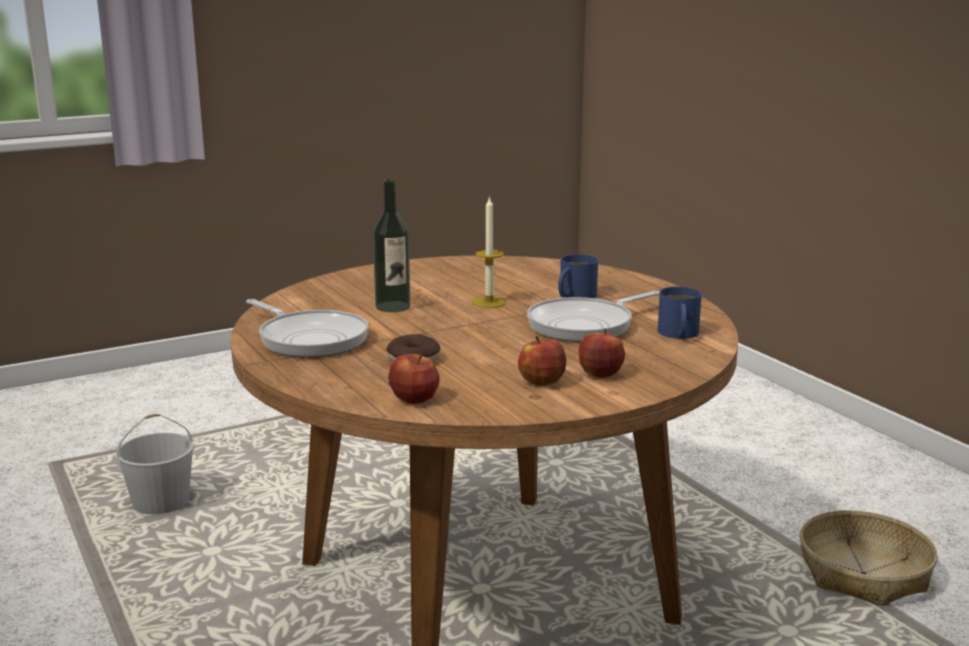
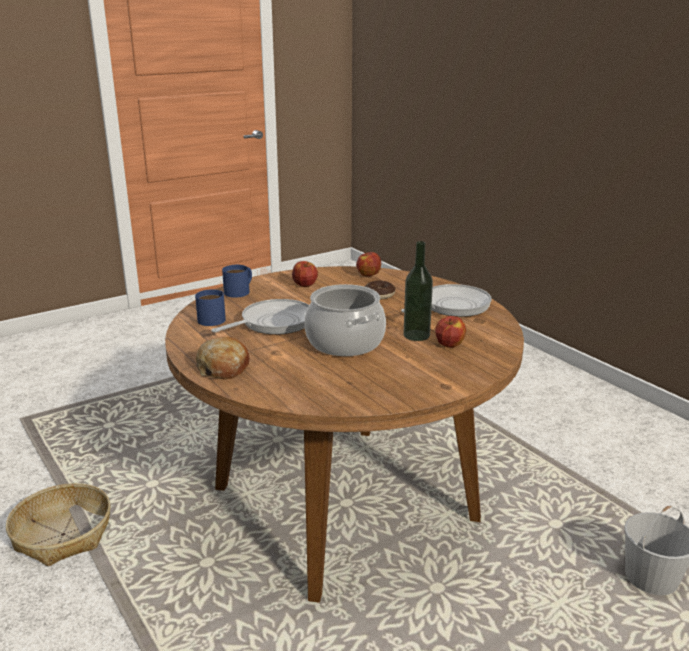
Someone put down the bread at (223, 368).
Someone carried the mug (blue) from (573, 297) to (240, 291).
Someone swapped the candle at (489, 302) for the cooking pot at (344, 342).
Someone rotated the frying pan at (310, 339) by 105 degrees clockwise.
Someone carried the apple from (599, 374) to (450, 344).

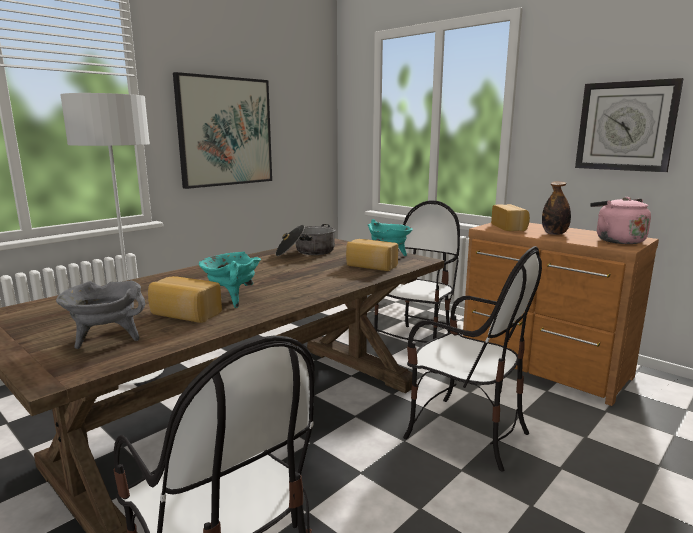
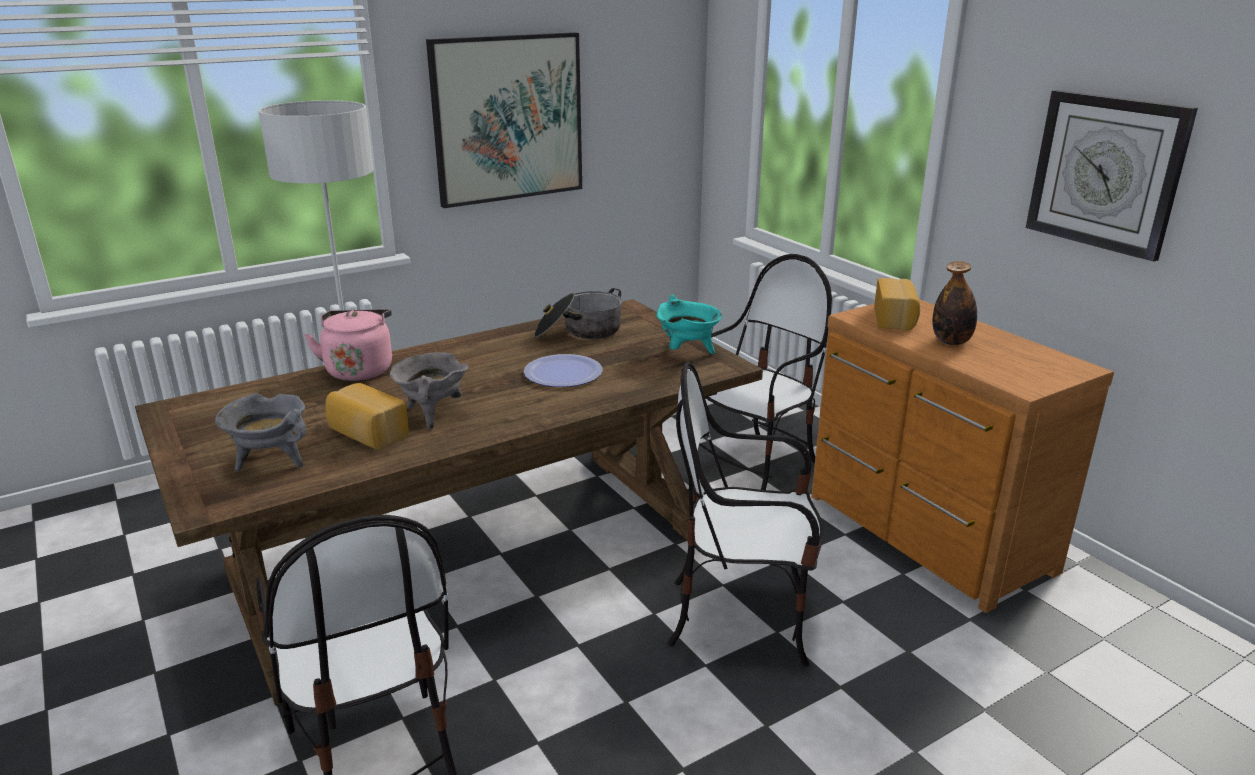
Someone carried the kettle (pink) from (616, 240) to (359, 369).
Someone repainted the cooking pot (turquoise) at (231, 299), which became the cooking pot (grey) at (432, 414).
Someone put down the plate at (563, 373).
Someone rotated the chair at (465, 433) by 135 degrees clockwise.
Someone took away the bread at (371, 266).

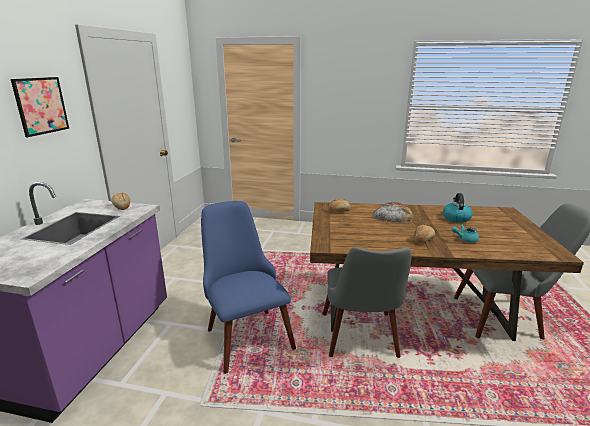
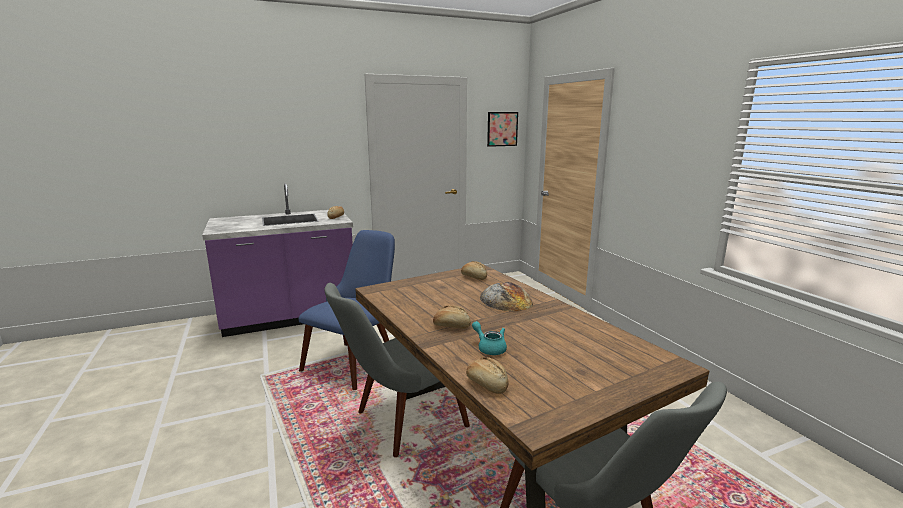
Someone put down the bread at (487, 384).
Someone carried the picture from (41, 106) to (502, 129).
Someone took away the kettle at (456, 218).

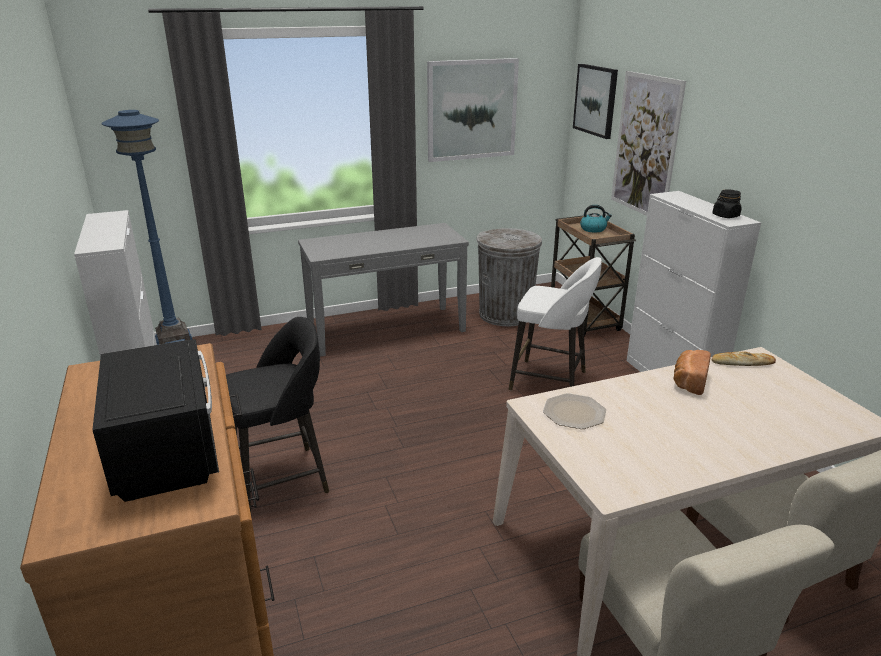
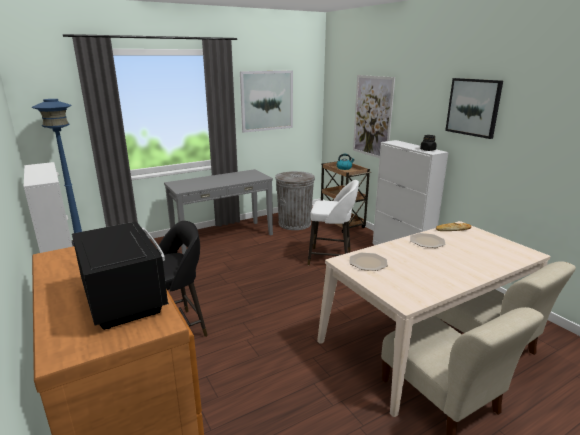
Someone swapped the bread at (688, 382) for the plate at (427, 241).
Someone carried the picture from (596, 100) to (473, 107).

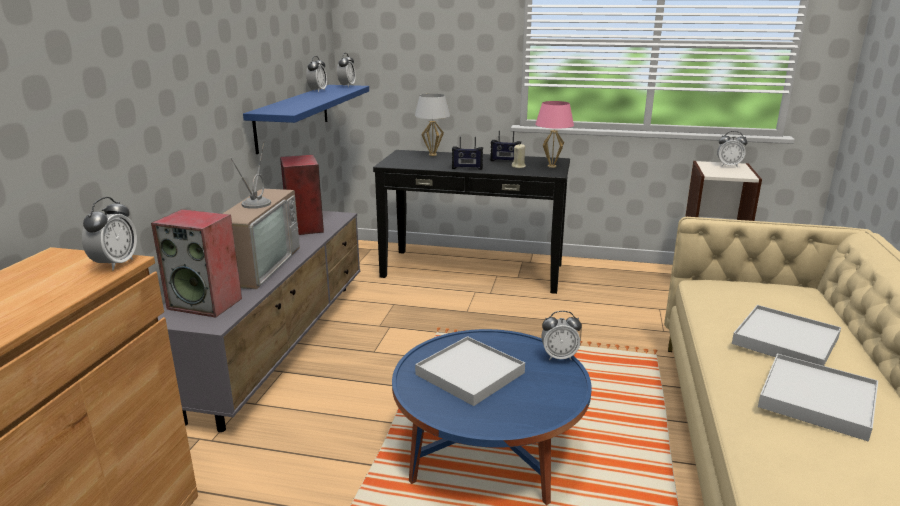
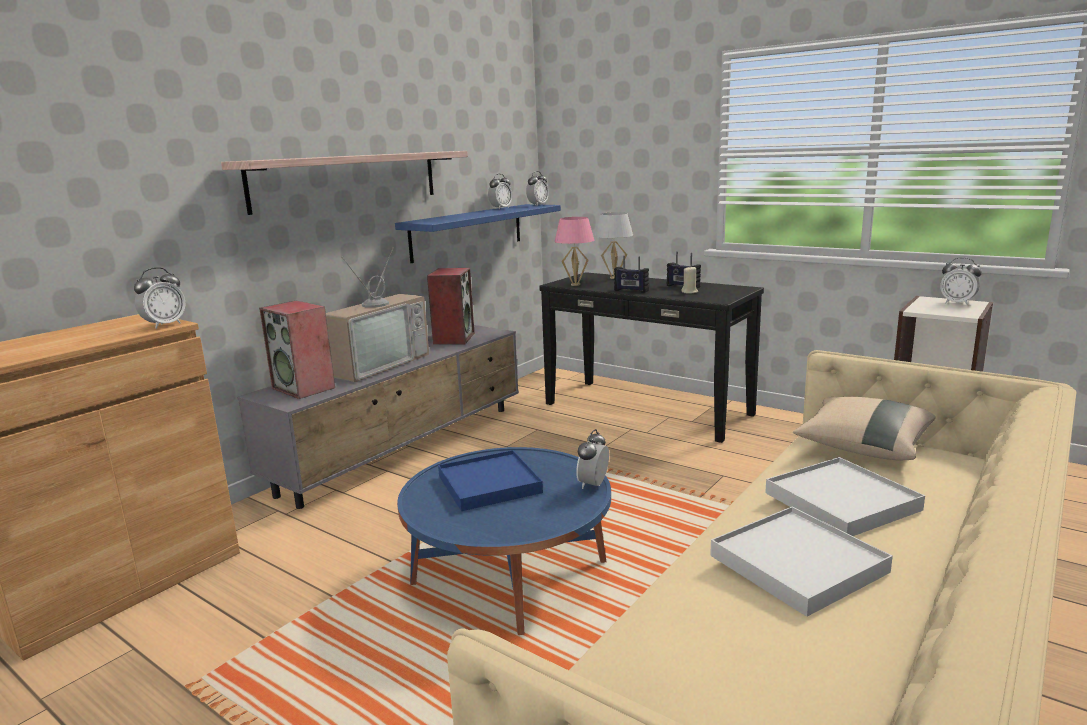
Someone put up the shelf at (348, 180).
Someone repainted the tray (white) at (470, 374), which became the tray (blue) at (489, 484).
Someone carried the table lamp (pink) from (551, 166) to (575, 284).
Someone rotated the alarm clock at (559, 357) by 90 degrees clockwise.
Someone put down the pillow (beige) at (863, 446).

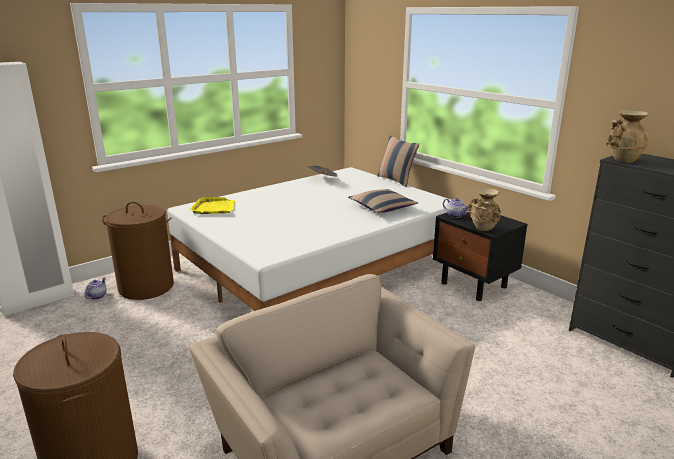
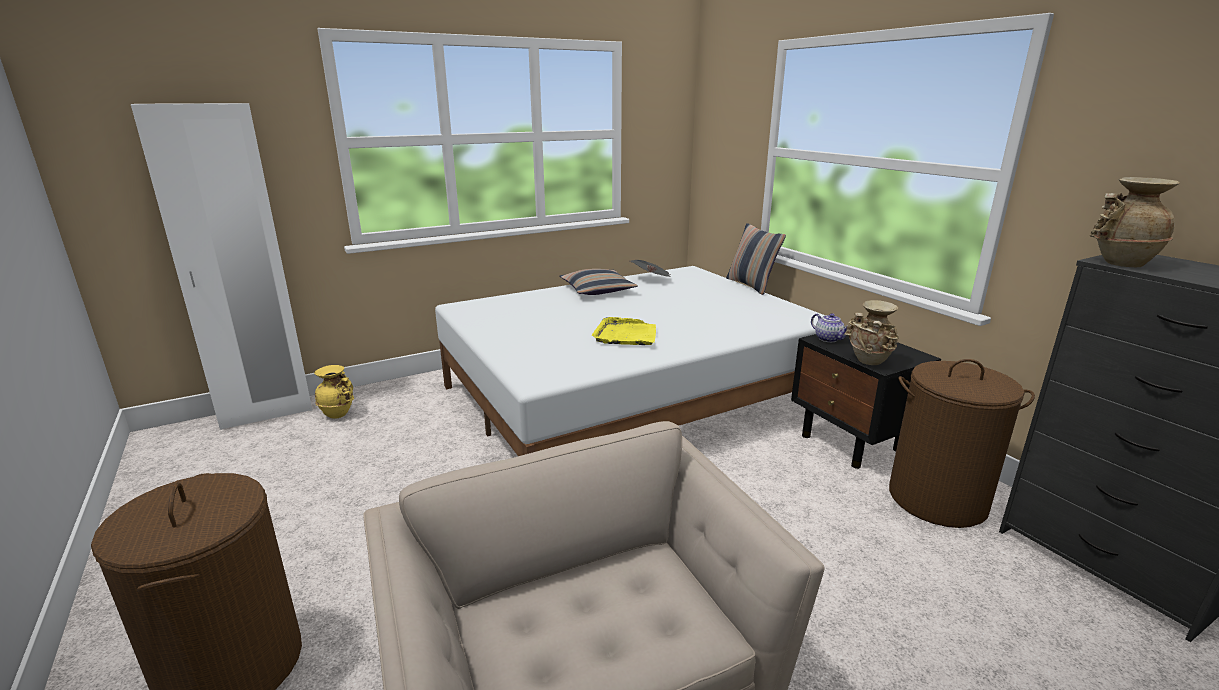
Someone swapped the teapot at (97, 296) for the vase (yellow) at (339, 413).
Someone carried the pillow from (382, 207) to (597, 290).
Someone carried the tray (yellow) from (214, 208) to (626, 335).
Someone carried the laundry basket (brown) from (146, 287) to (937, 499).

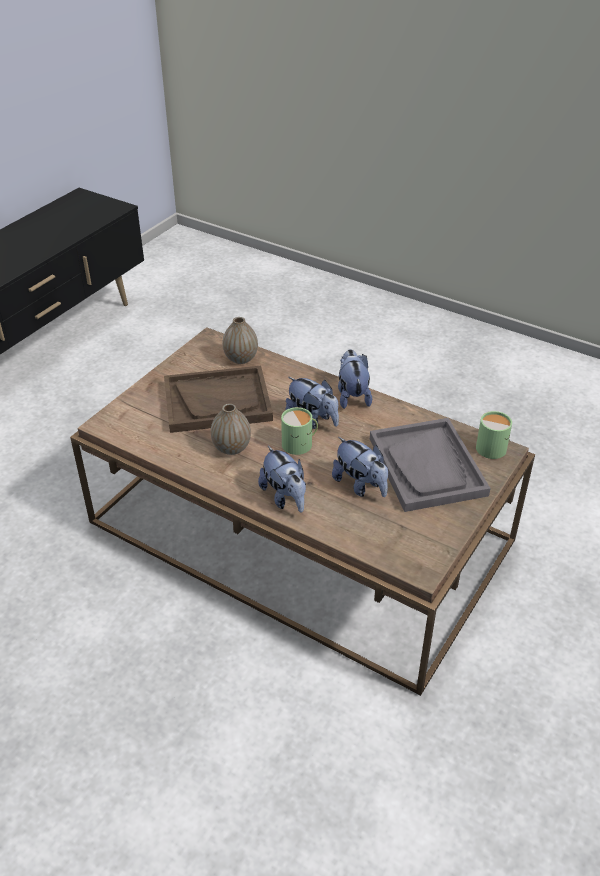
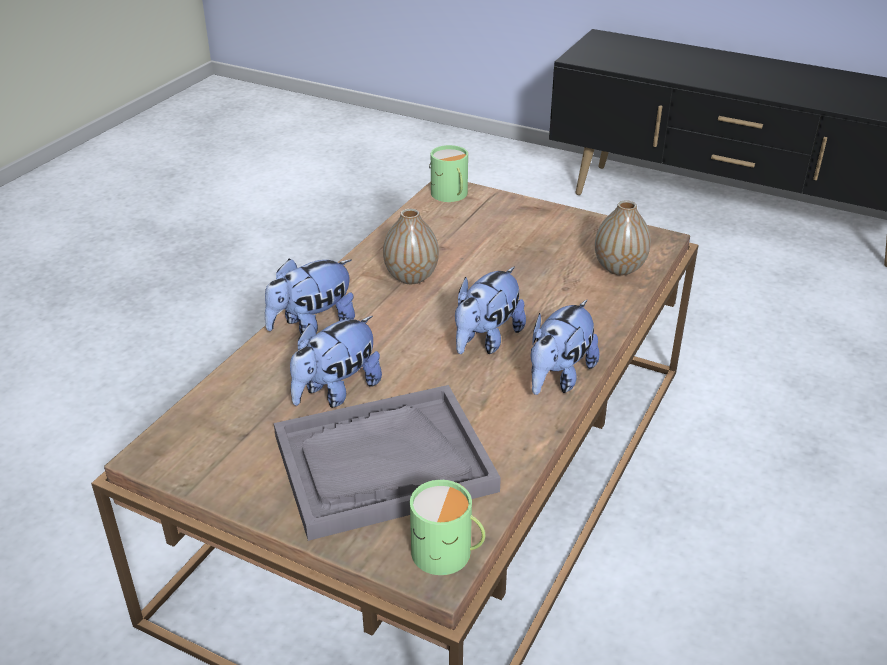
Someone carried the mug (green) from (300, 444) to (450, 195).
Someone rotated the plush toy at (352, 396) by 135 degrees clockwise.
Someone took away the tray (brown) at (217, 401).

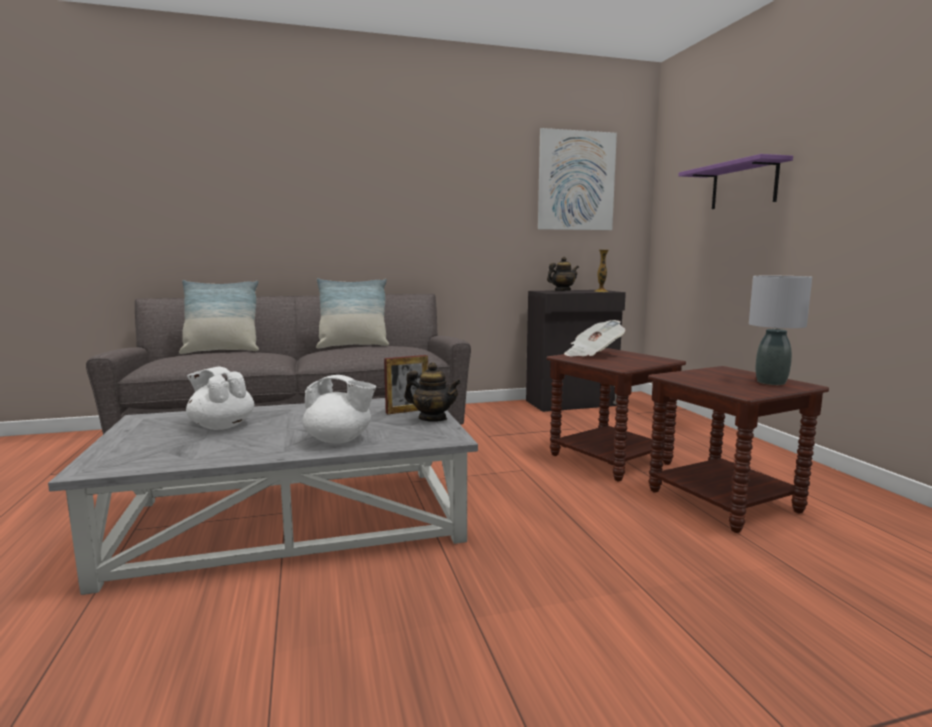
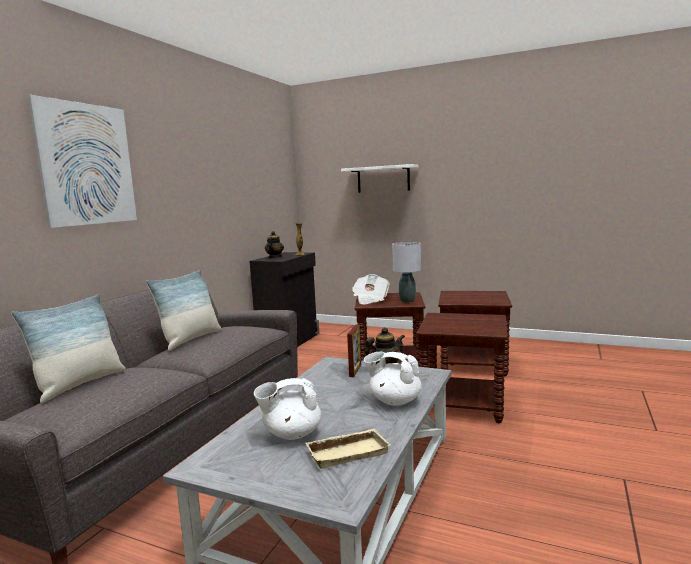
Someone carried the picture from (576, 181) to (87, 164).
Someone put down the tray (beige) at (348, 452).
Someone repainted the shelf (purple) at (744, 185), which became the shelf (white) at (383, 179).
Someone rotated the teapot (white) at (339, 440) by 120 degrees counterclockwise.
Someone carried the table lamp (grey) from (770, 382) to (407, 301).
Someone put down the side table (brown) at (463, 405).

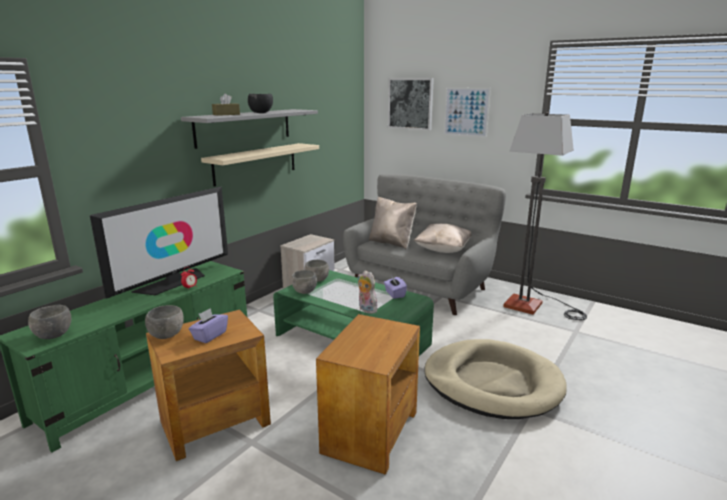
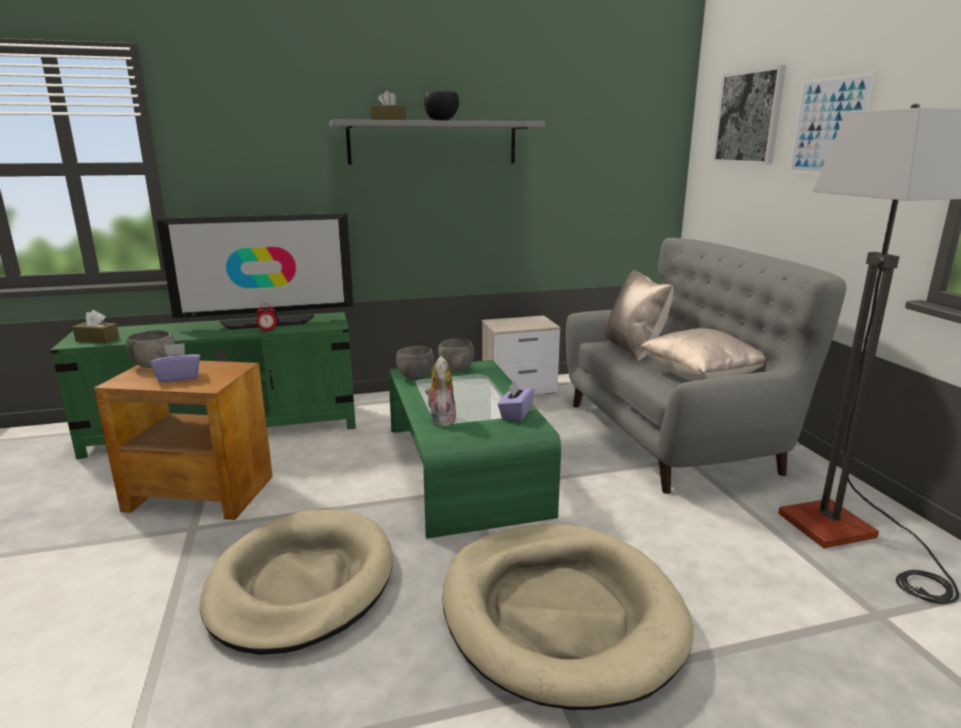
Someone swapped the bowl (grey) at (53, 335) for the tissue box (brown) at (97, 339).
Someone swapped the side table (brown) at (369, 432) for the dog bed (beige) at (301, 584).
Someone took away the shelf (beige) at (256, 163).

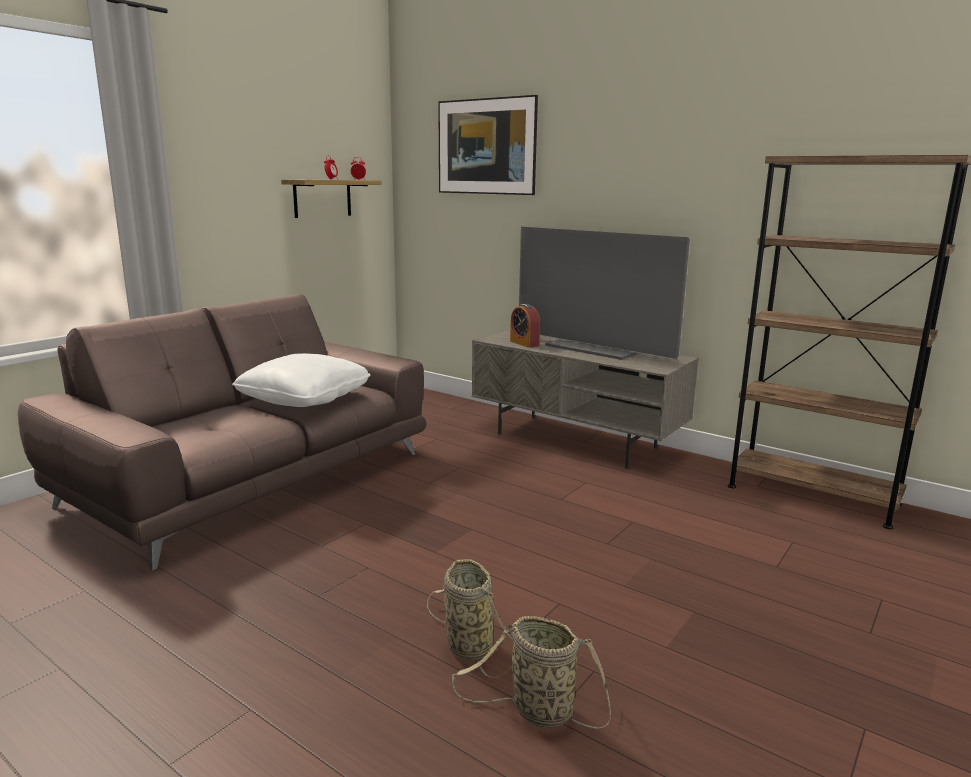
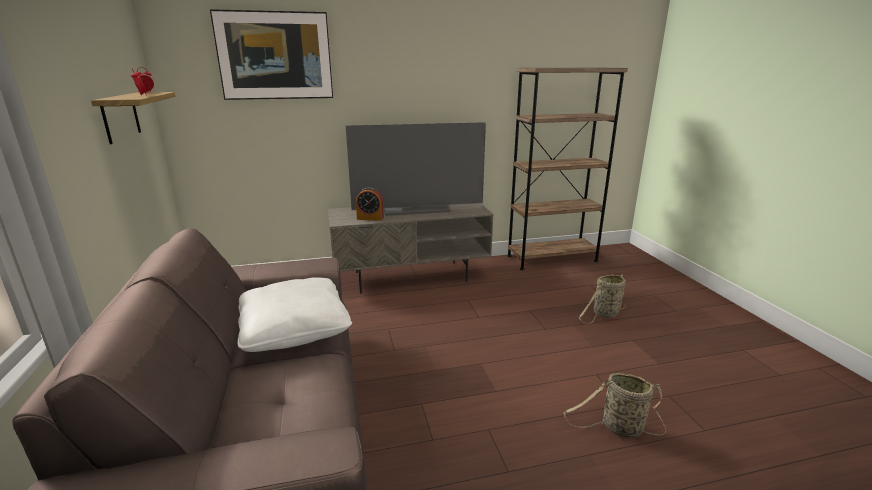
Someone carried the basket from (537, 711) to (604, 314).

